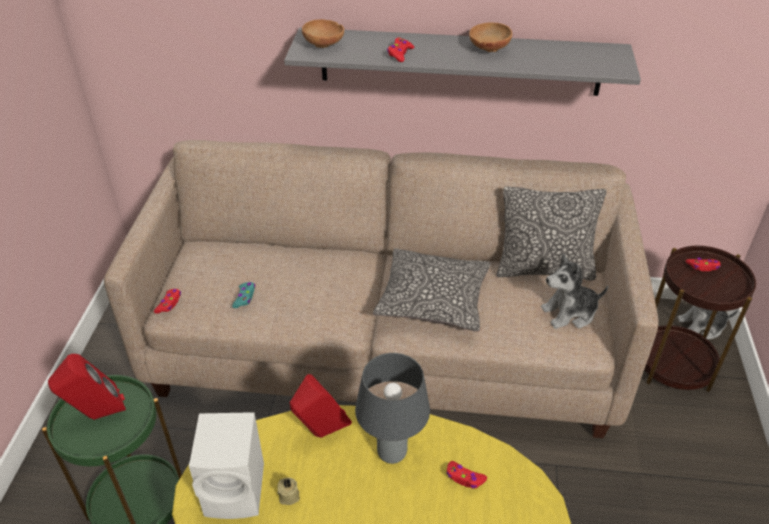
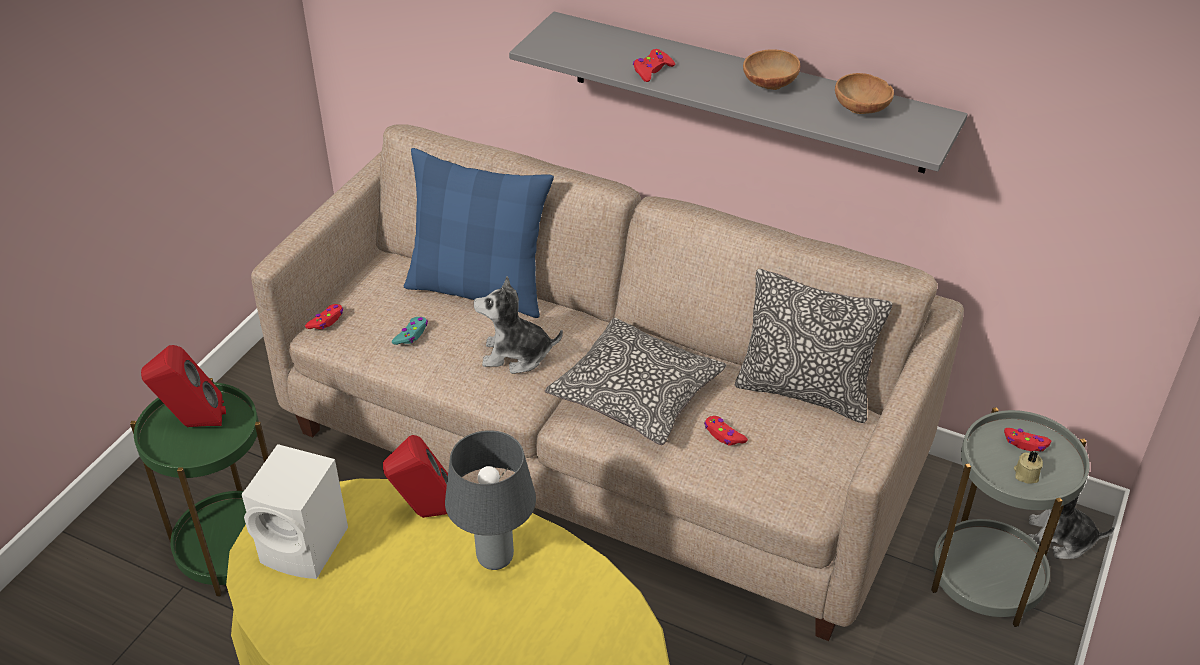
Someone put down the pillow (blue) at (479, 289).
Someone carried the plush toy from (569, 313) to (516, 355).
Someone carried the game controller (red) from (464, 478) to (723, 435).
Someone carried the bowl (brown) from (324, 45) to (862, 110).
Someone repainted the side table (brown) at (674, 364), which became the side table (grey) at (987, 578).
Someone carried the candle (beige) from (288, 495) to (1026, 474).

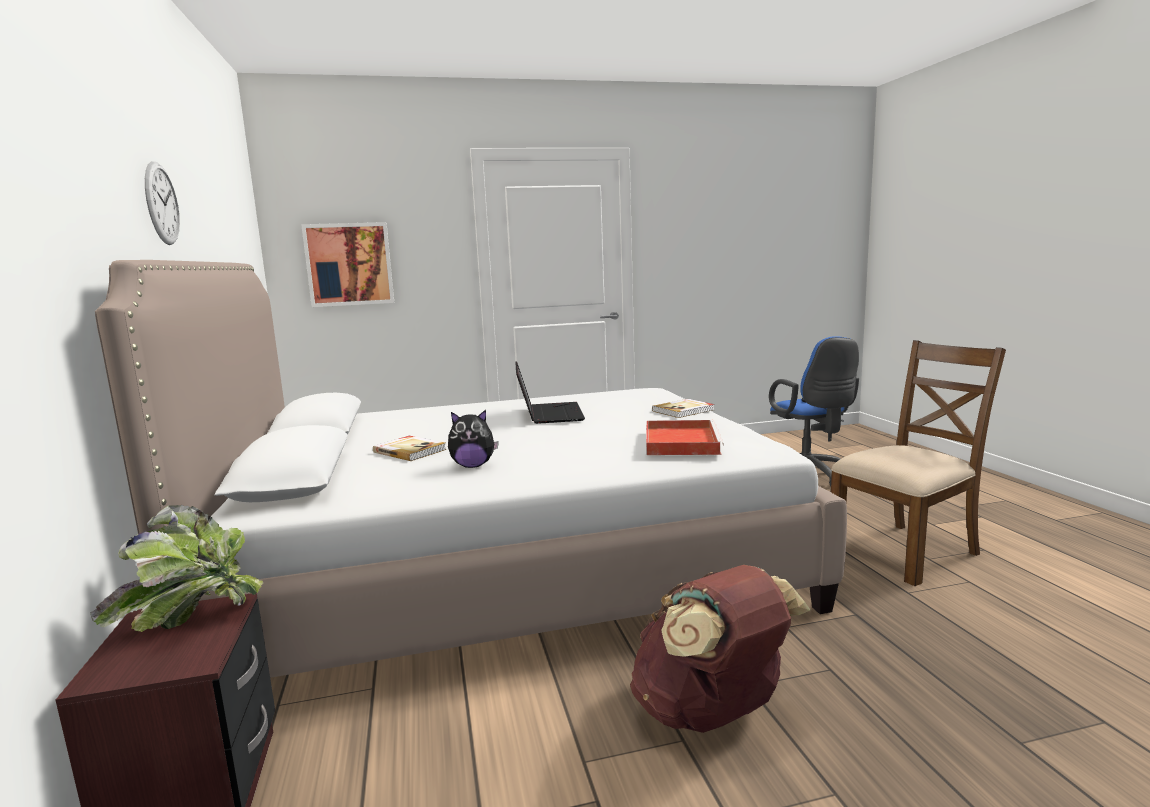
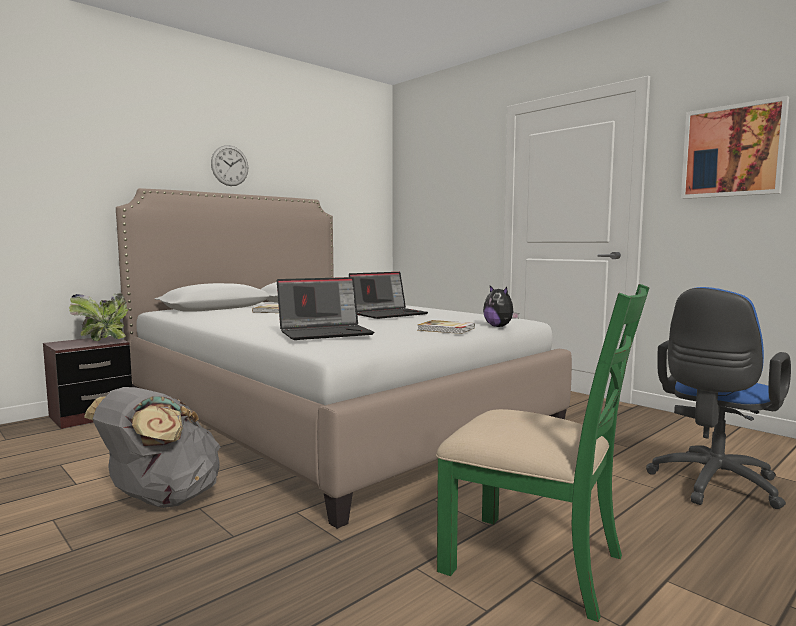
Someone repainted the backpack (brown) at (711, 713), which became the backpack (grey) at (161, 500).
Someone swapped the tray (red) at (680, 441) for the laptop at (326, 333).
Someone repainted the chair (brown) at (906, 551), which became the chair (green) at (535, 562).
Someone carried the plush toy from (473, 466) to (499, 326).
Someone carried the picture from (349, 264) to (732, 151).

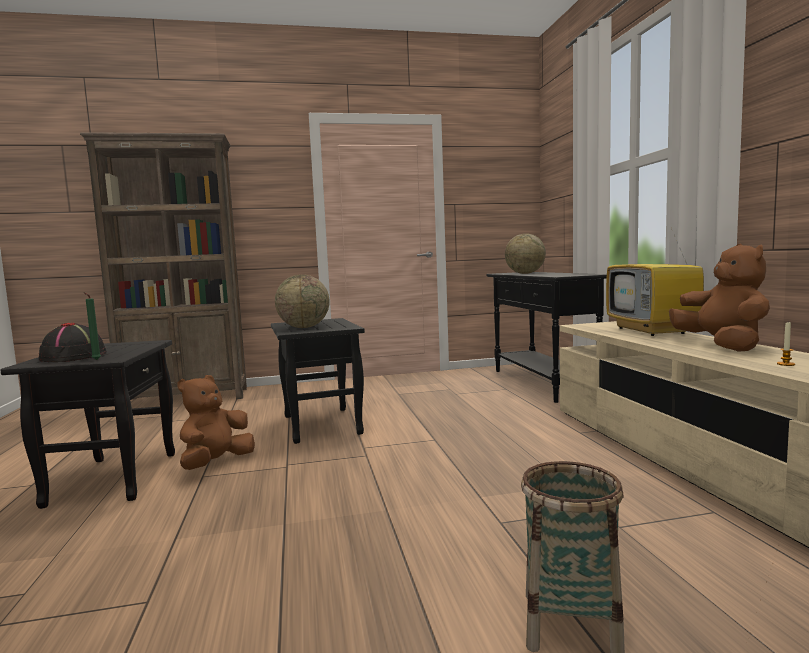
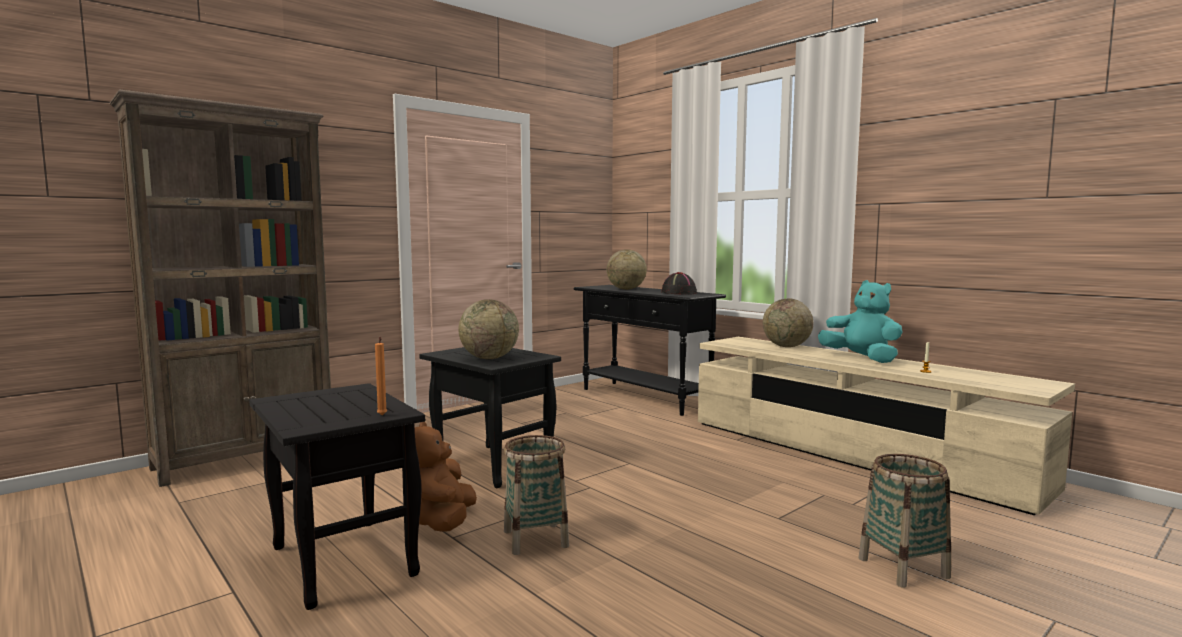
Someone repainted the candle (green) at (95, 360), which became the candle (orange) at (382, 416).
Someone put down the basket at (535, 538).
Someone carried the hat (black) from (74, 356) to (678, 293).
Someone swapped the television at (653, 331) for the globe at (786, 346).
Someone repainted the plush toy (brown) at (722, 346), which became the plush toy (turquoise) at (861, 359).

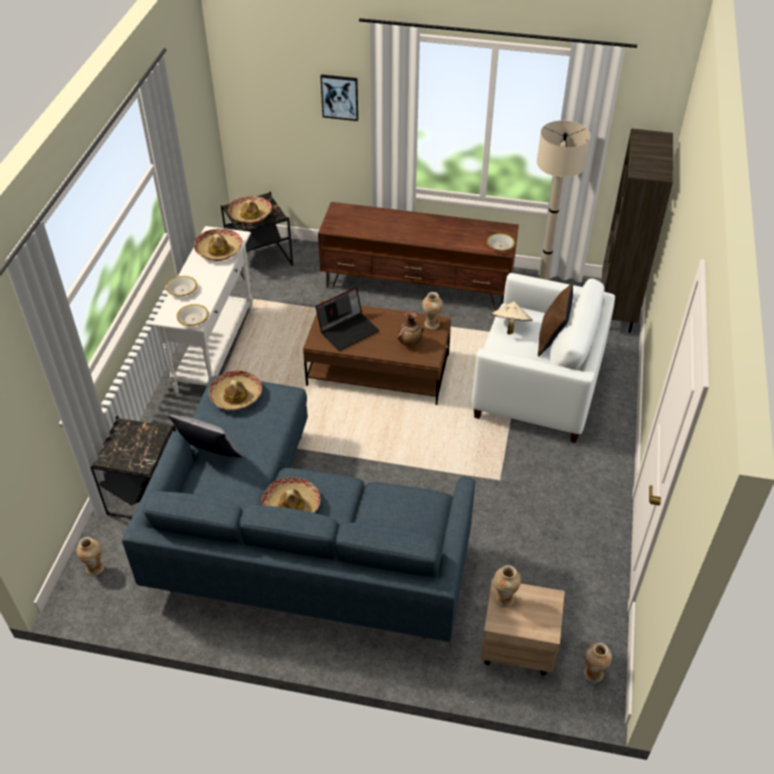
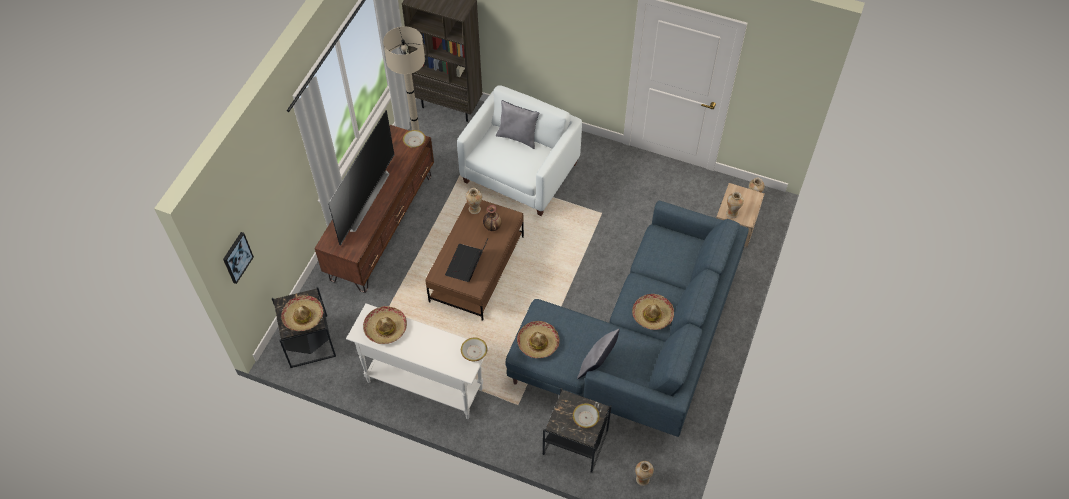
Someone carried the picture from (340, 97) to (237, 257).
Someone put down the television at (363, 199).
Someone rotated the laptop at (348, 330) by 135 degrees counterclockwise.
Someone repainted the pillow (brown) at (552, 339), which became the pillow (grey) at (518, 137).
Someone carried the bowl from (182, 290) to (586, 418).
Someone took away the hat (beige) at (510, 326).

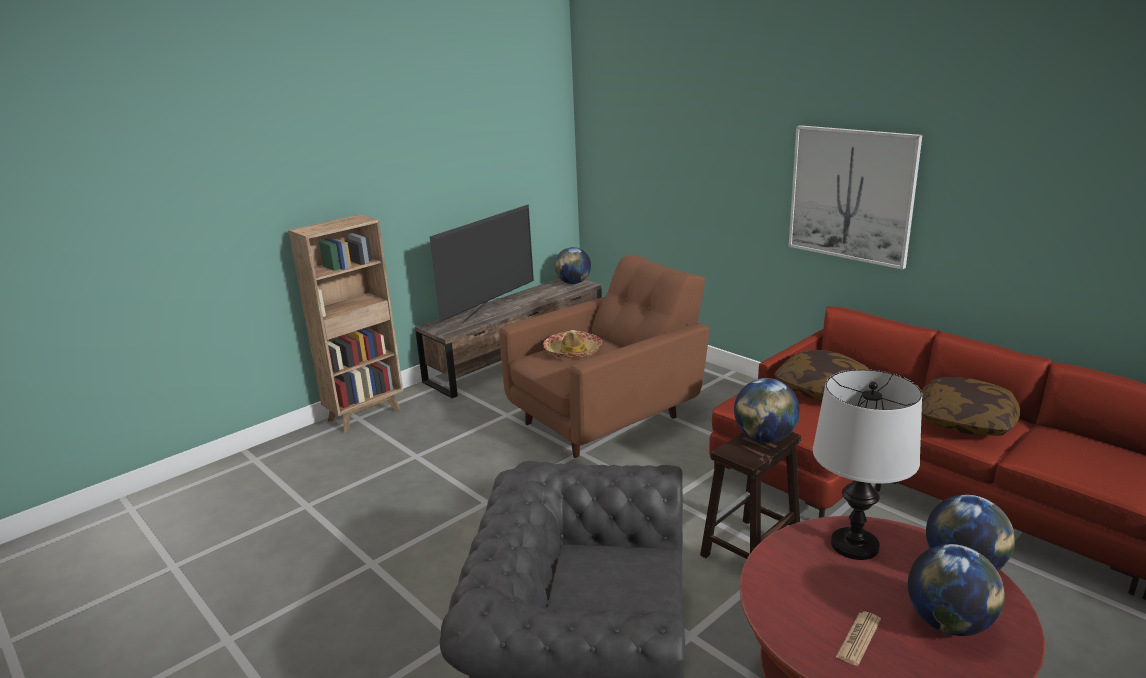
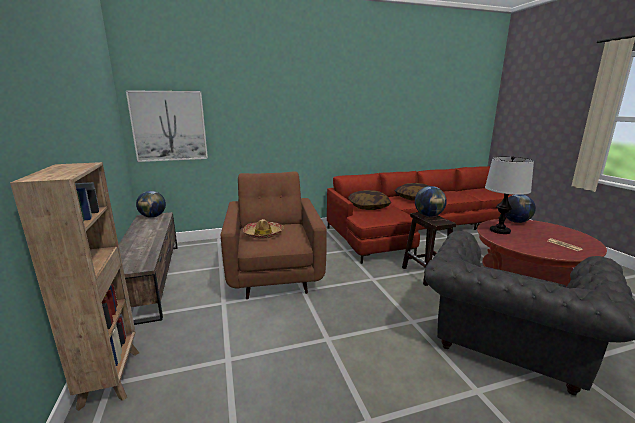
Someone carried the picture from (851, 195) to (169, 126).
Someone took away the television at (489, 310).
Someone took away the globe at (948, 623).

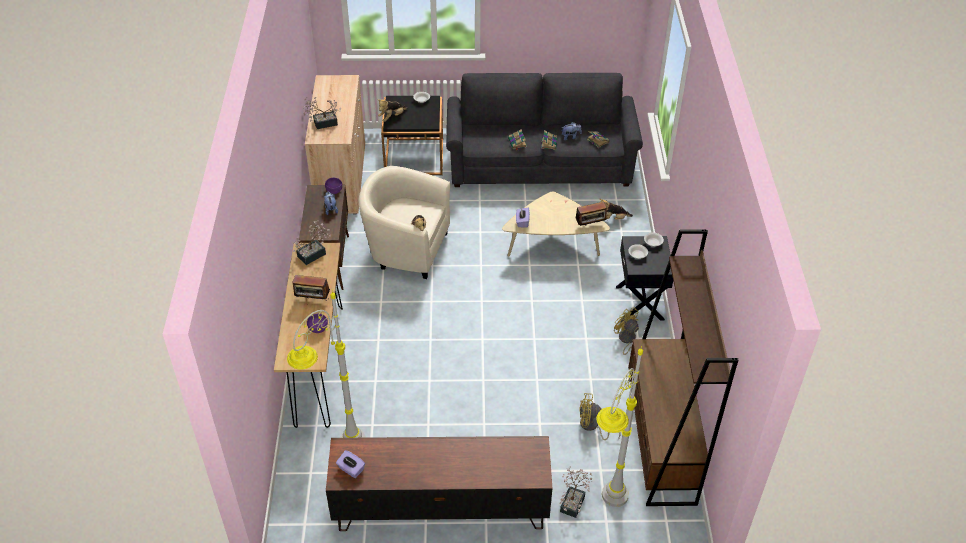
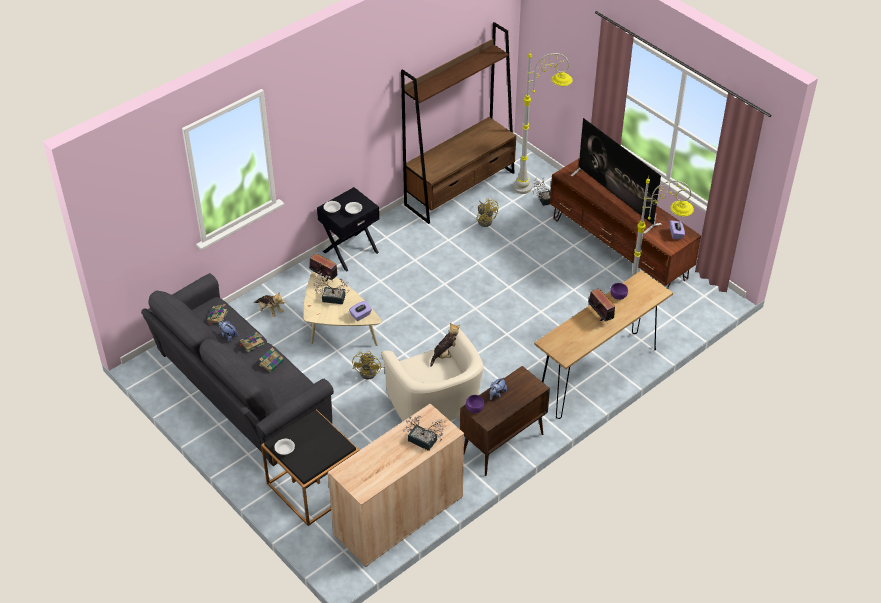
Someone carried the potted plant from (314, 254) to (331, 297).
Someone carried the fan (yellow) from (626, 340) to (371, 372).
Someone put down the television at (616, 199).
Someone took away the plush toy at (392, 117).

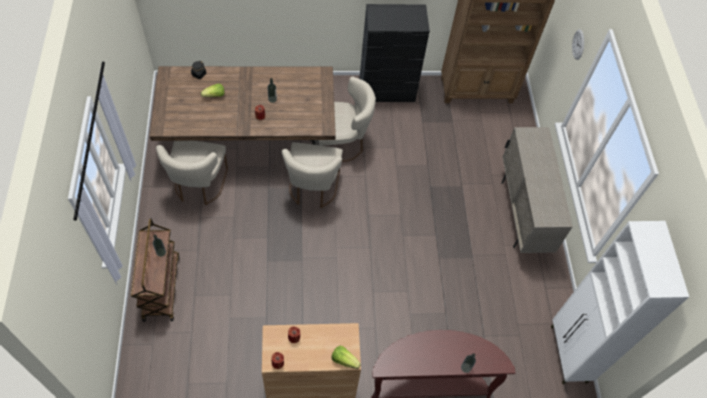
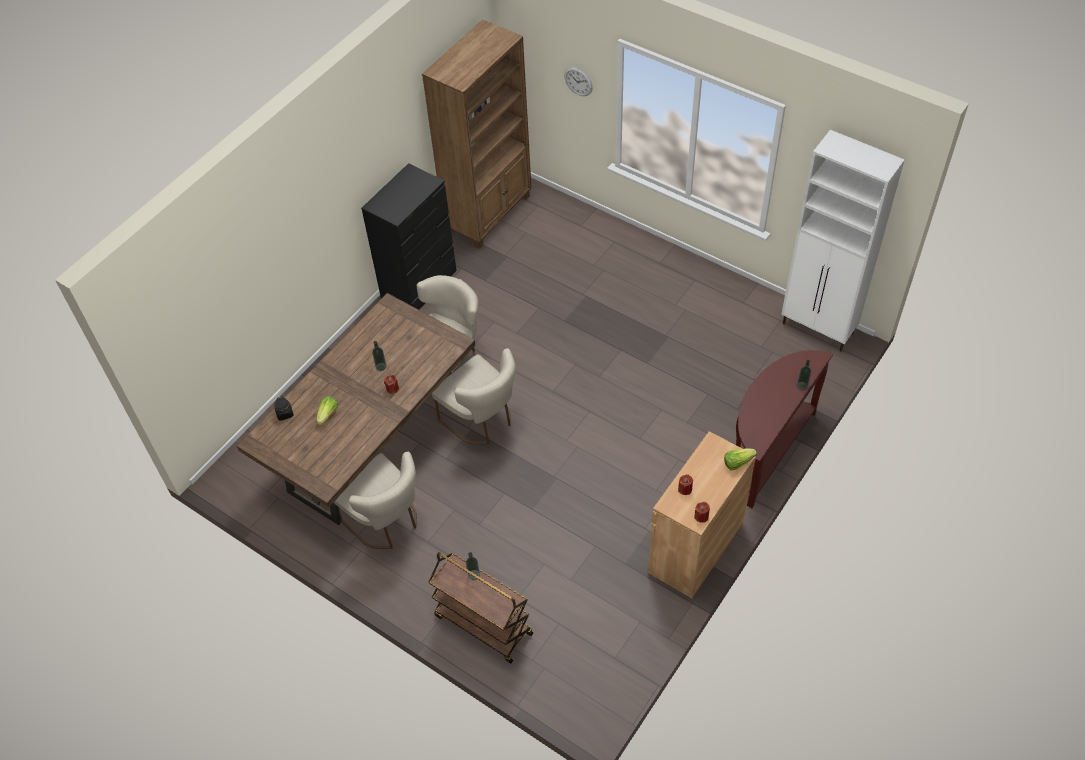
Someone took away the cabinet (beige) at (522, 214).

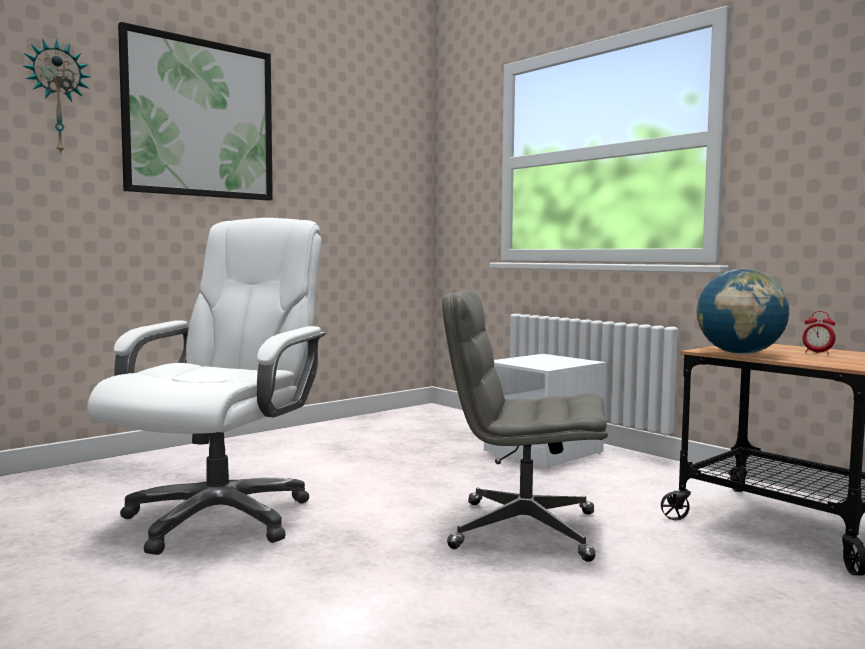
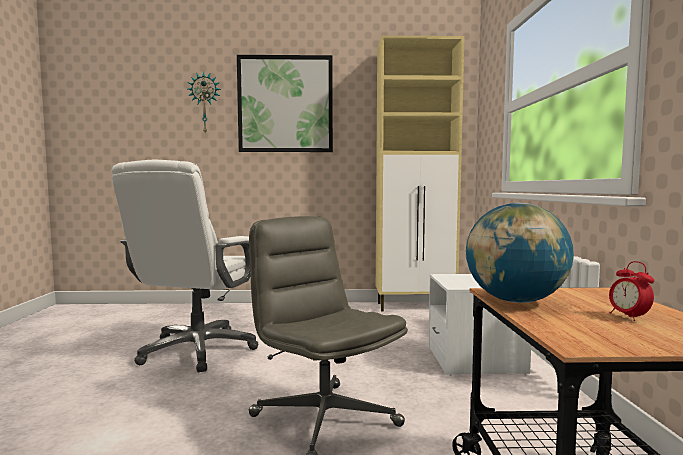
Someone rotated the office chair (white) at (219, 517) by 135 degrees clockwise.
Someone put down the cabinet (beige) at (416, 307).

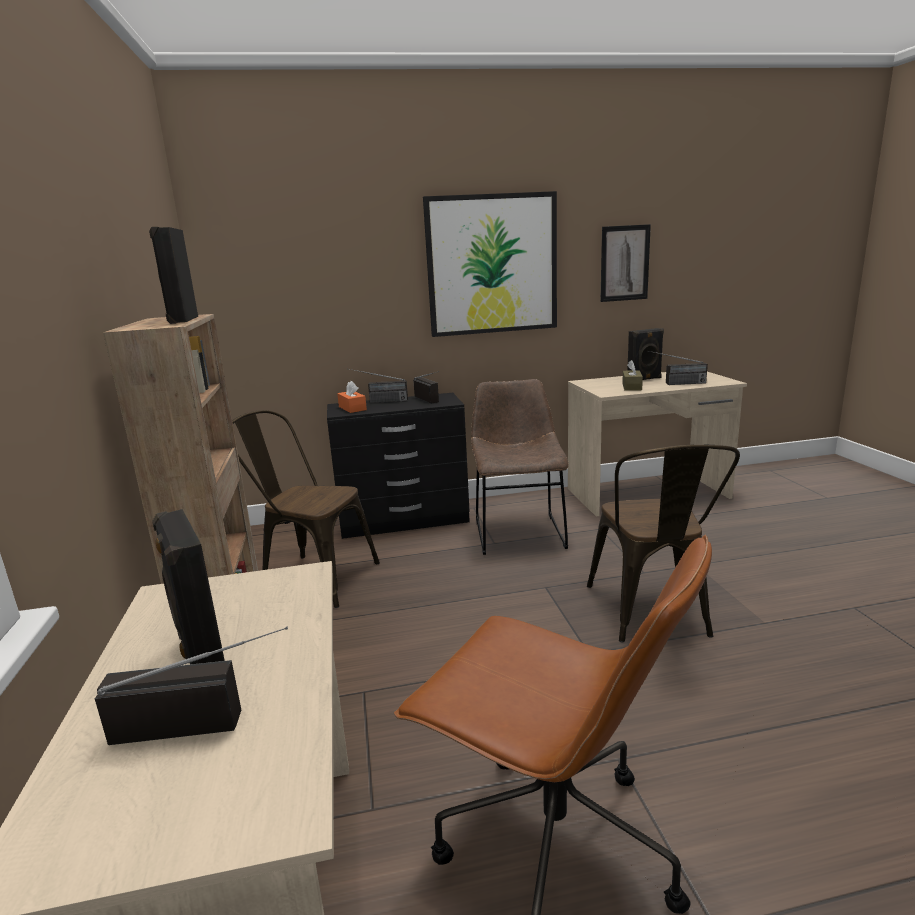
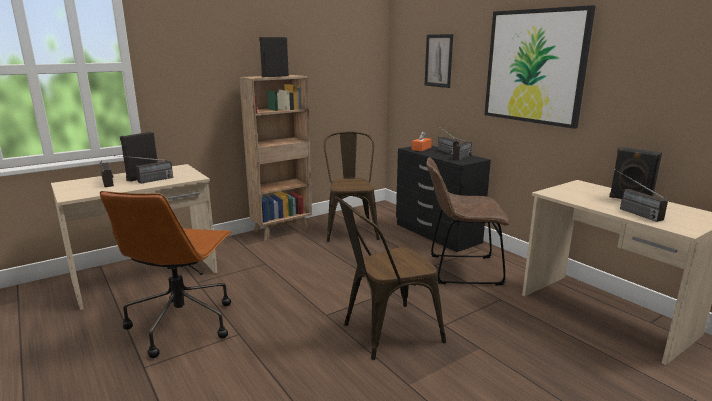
Someone put down the radio at (147, 181).
Someone carried the picture from (624, 263) to (438, 60).
Someone rotated the chair (brown) at (518, 531) by 150 degrees counterclockwise.
Someone took away the tissue box (brown) at (632, 387).

